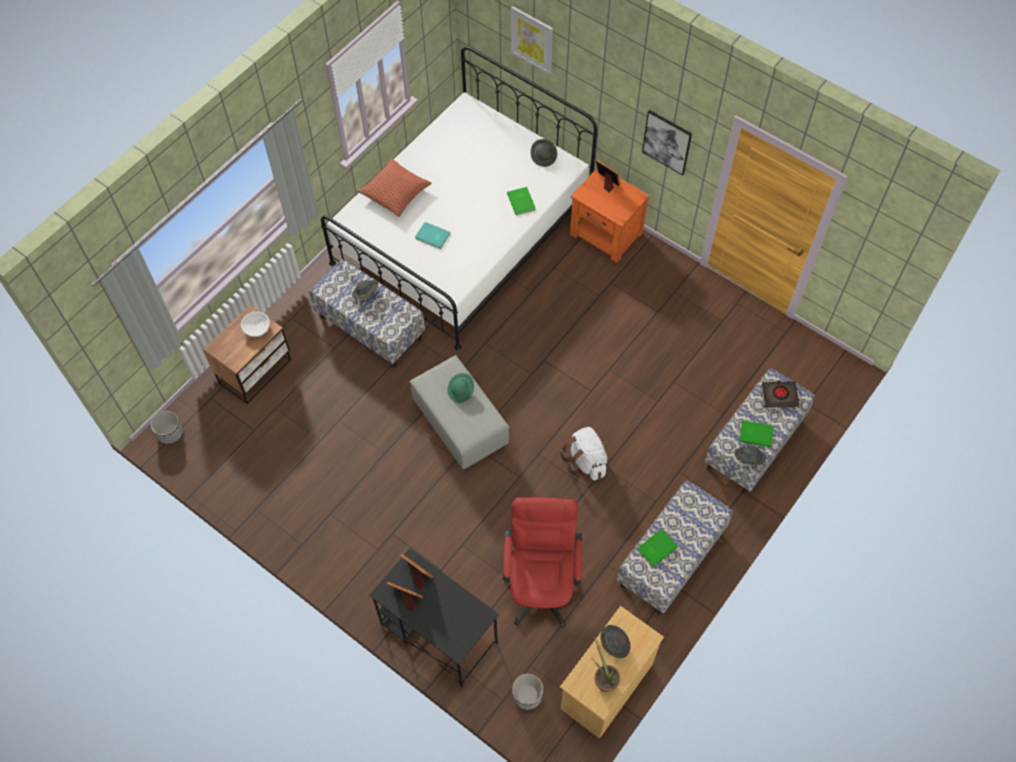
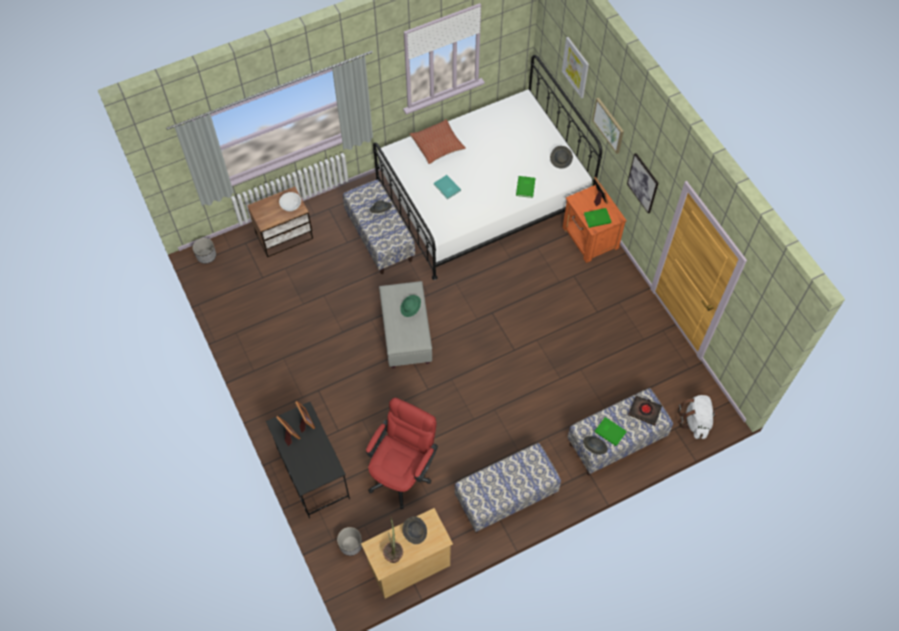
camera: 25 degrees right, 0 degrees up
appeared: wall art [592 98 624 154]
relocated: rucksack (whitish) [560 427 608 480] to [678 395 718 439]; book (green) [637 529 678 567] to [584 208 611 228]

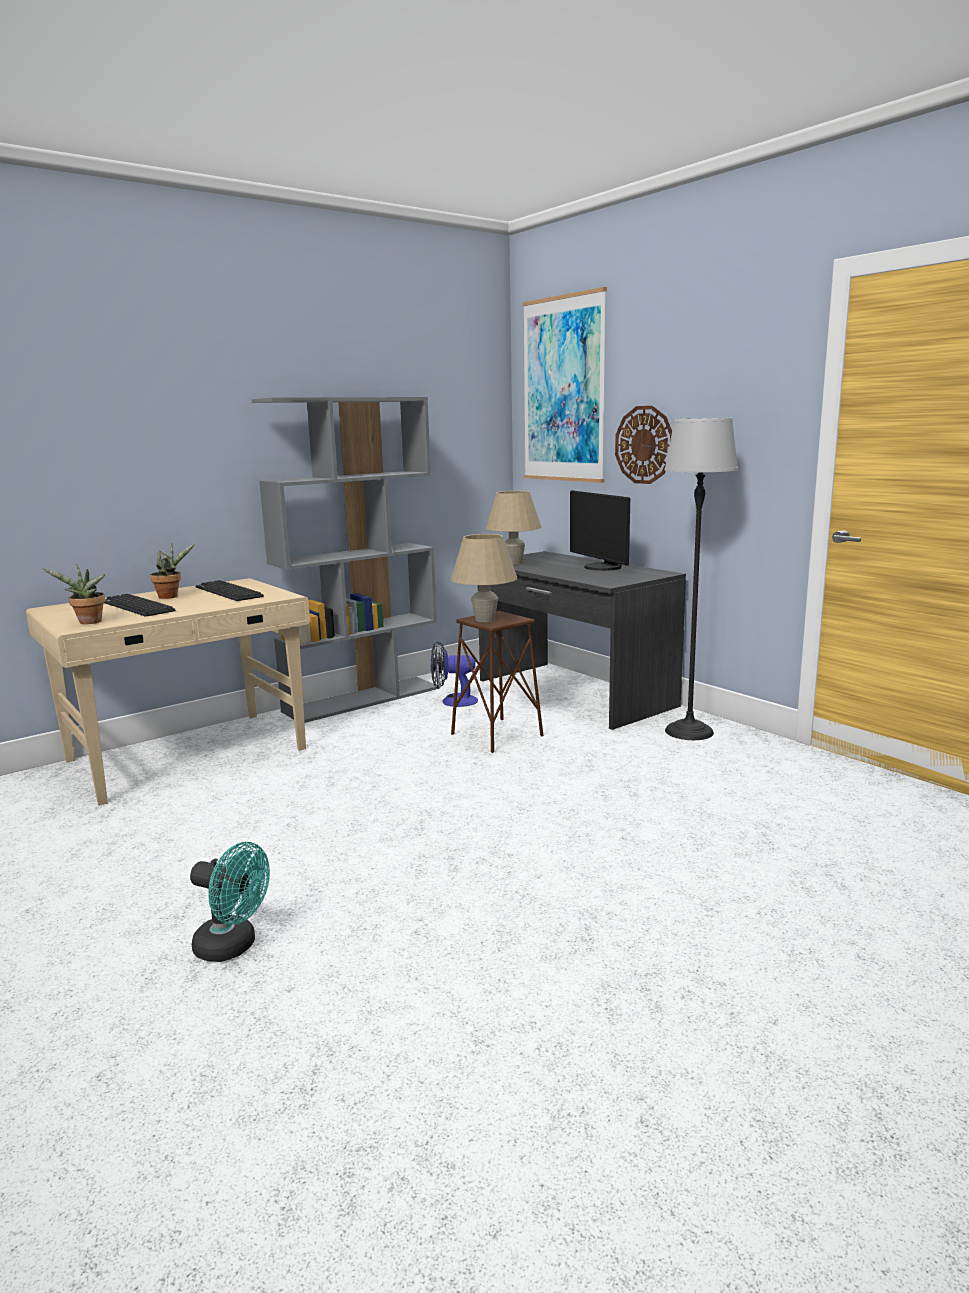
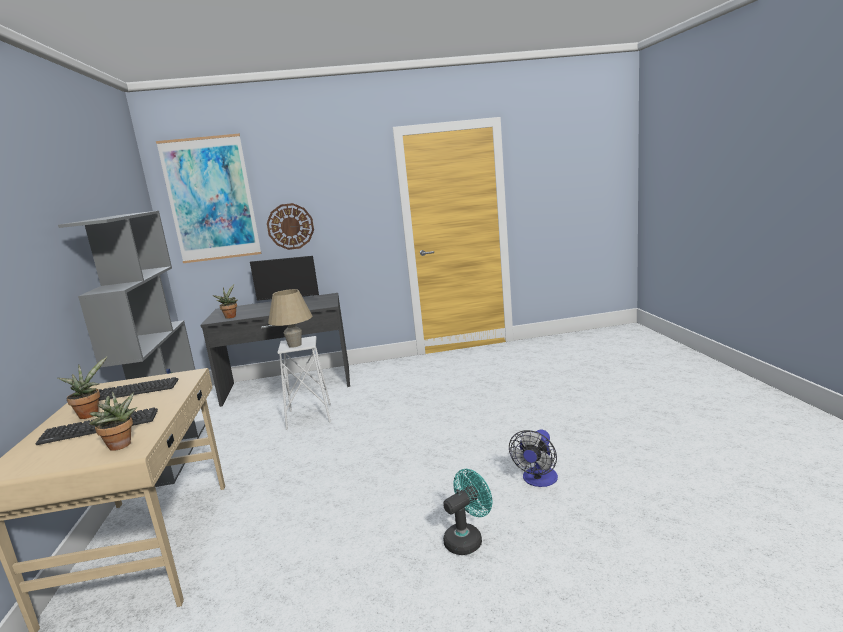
camera: 60 degrees left, 0 degrees up
missing: standard lamp [664 418 738 740]
relocated: electric fan [431 641 478 707] to [509 430 558 487]
exchanged: lamp for a table (beige) [486 491 541 564] to plant in a pot [213 284 238 319]
colour: stool seat (brownish) [451 611 543 753] to stool seat (whitish) [277 336 331 430]

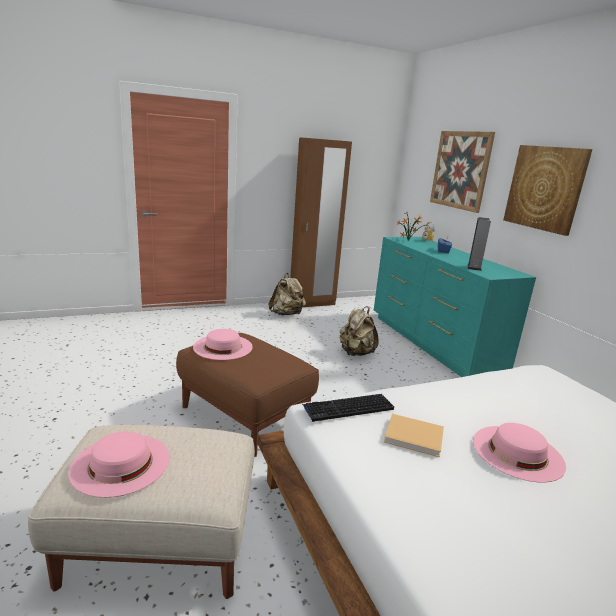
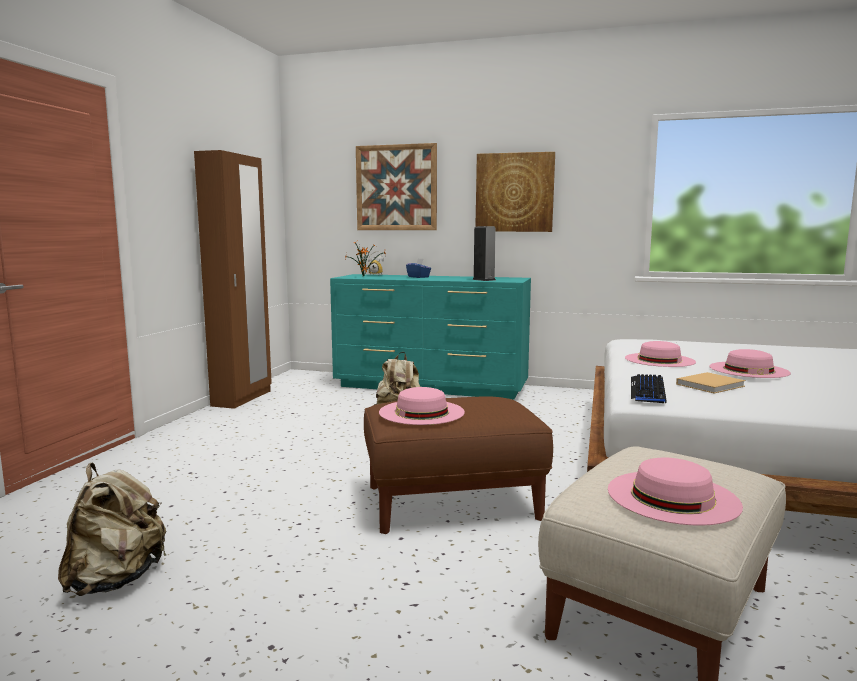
camera: 50 degrees left, 10 degrees down
appeared: wearable hat (pink-coloured) [625 341 696 367]
relocated: rucksack (beige) [268 273 306 315] to [58 463 167 596]

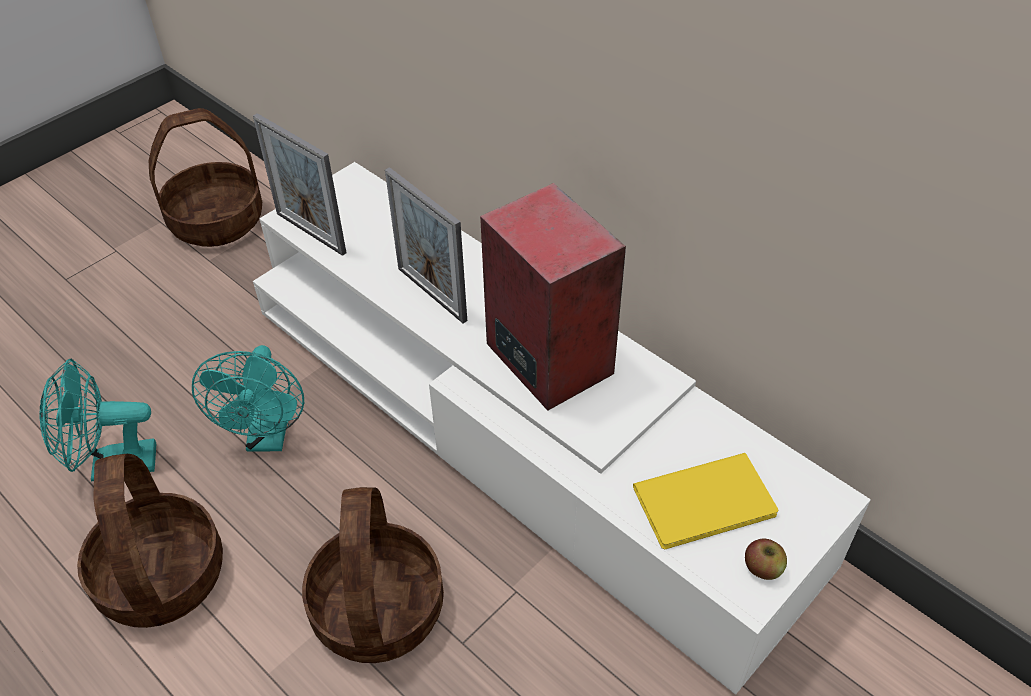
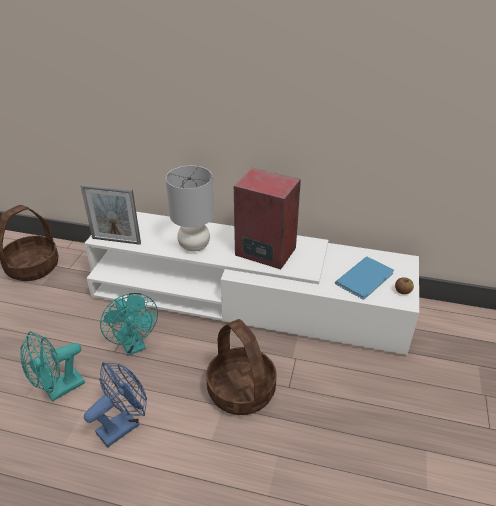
camera: 30 degrees left, 10 degrees down
exchanged: storage basket [77 454 223 628] to electric fan (blue-coloured) [84 362 147 447]; photo frame [385 167 467 323] to lamp for a table (greyish) [166 166 214 252]
colour: book (yellowish) [633 453 779 550] to book (blue-coloured) [335 257 394 300]

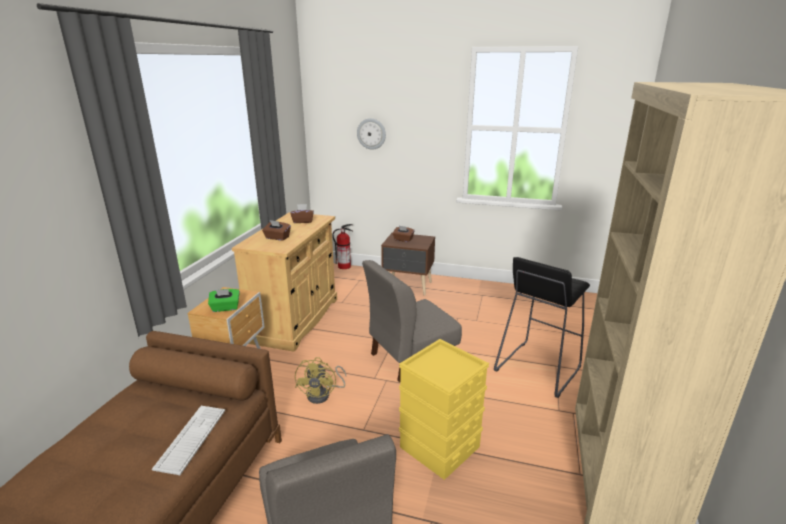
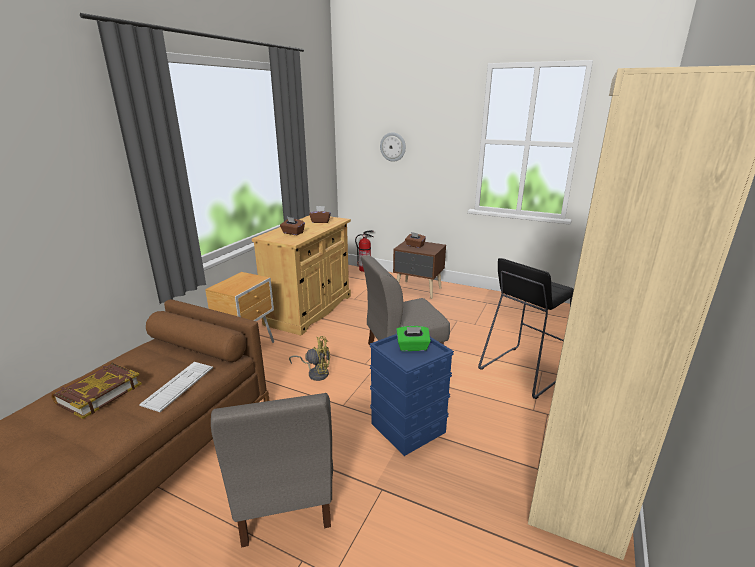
camera: 10 degrees right, 0 degrees up
appeared: book [52 362 142 419]
relocated: box of tissues (green) [208 289 240 312] to [396 326 431 351]
colour: storage container (yellowish) [399 339 489 480] to storage container (blue-coloured) [370 334 454 456]
spun: electric fan (yellowish) [295 357 346 404] = [289 336 330 381] 105 degrees counterclockwise

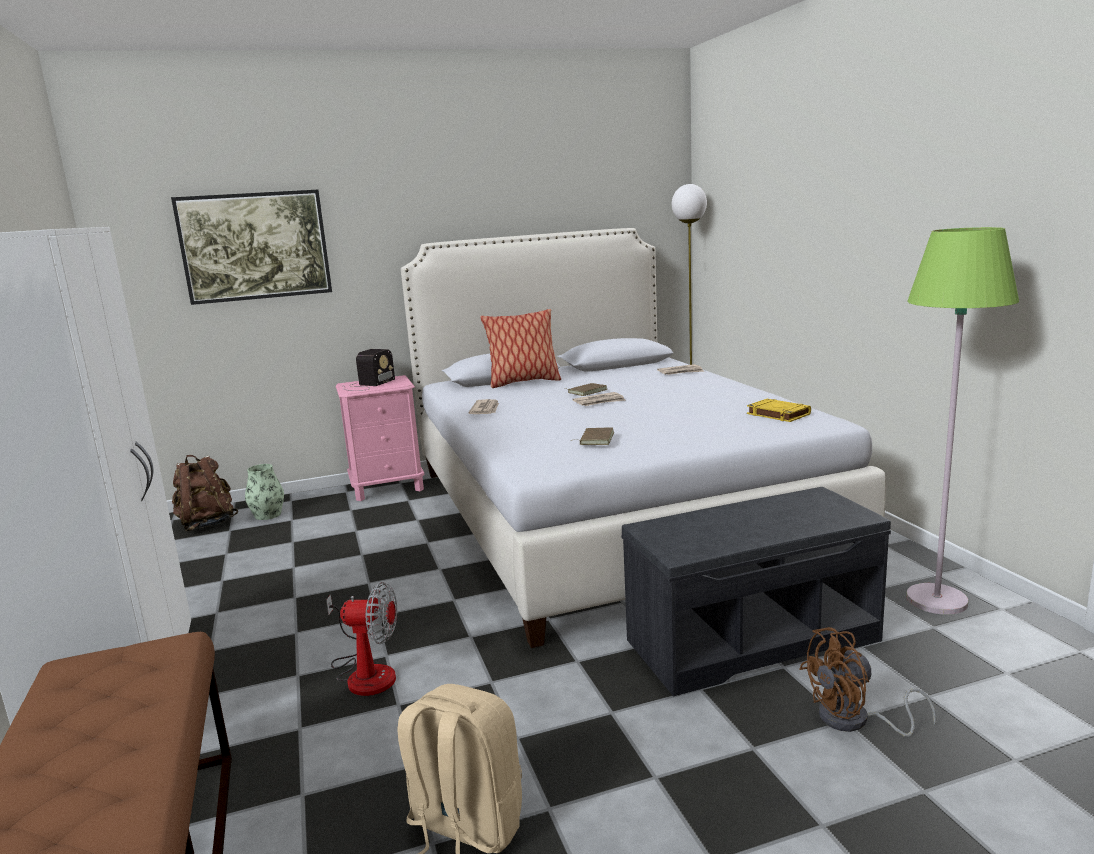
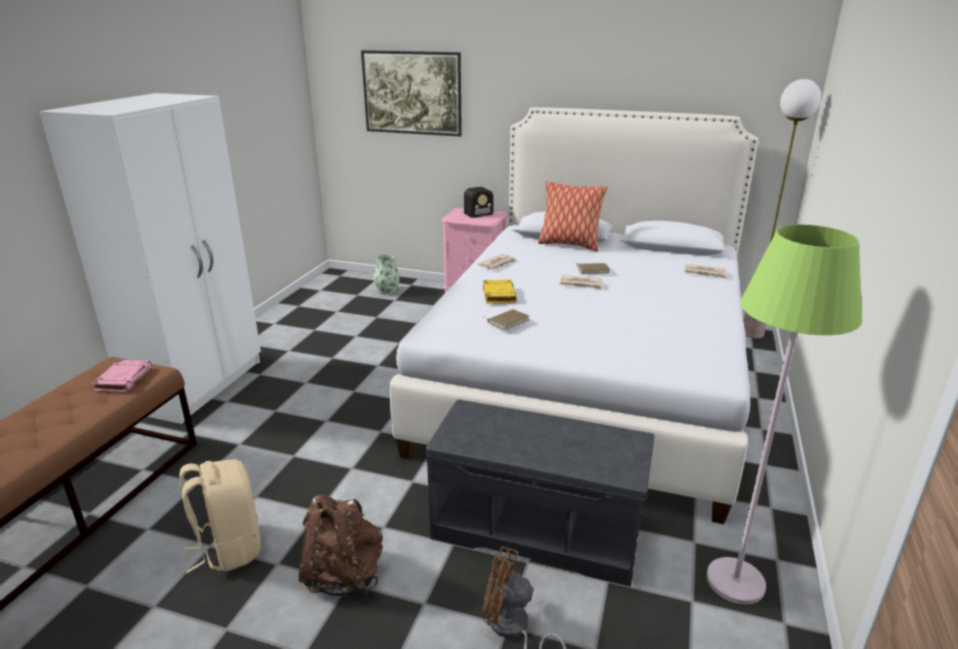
camera: 35 degrees right, 10 degrees up
missing: electric fan [326 582 397 696]
appeared: book (pink-coloured) [92 360 152 392]
relocated: rucksack (brownish) [172 455 238 531] to [299 494 383 596]; book (yellowish) [747 399 811 422] to [483 280 517 304]

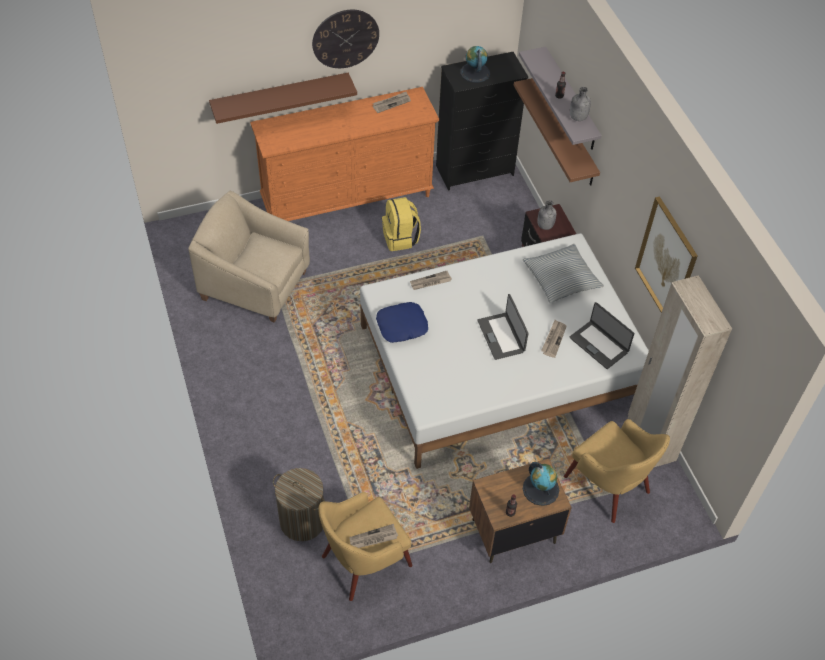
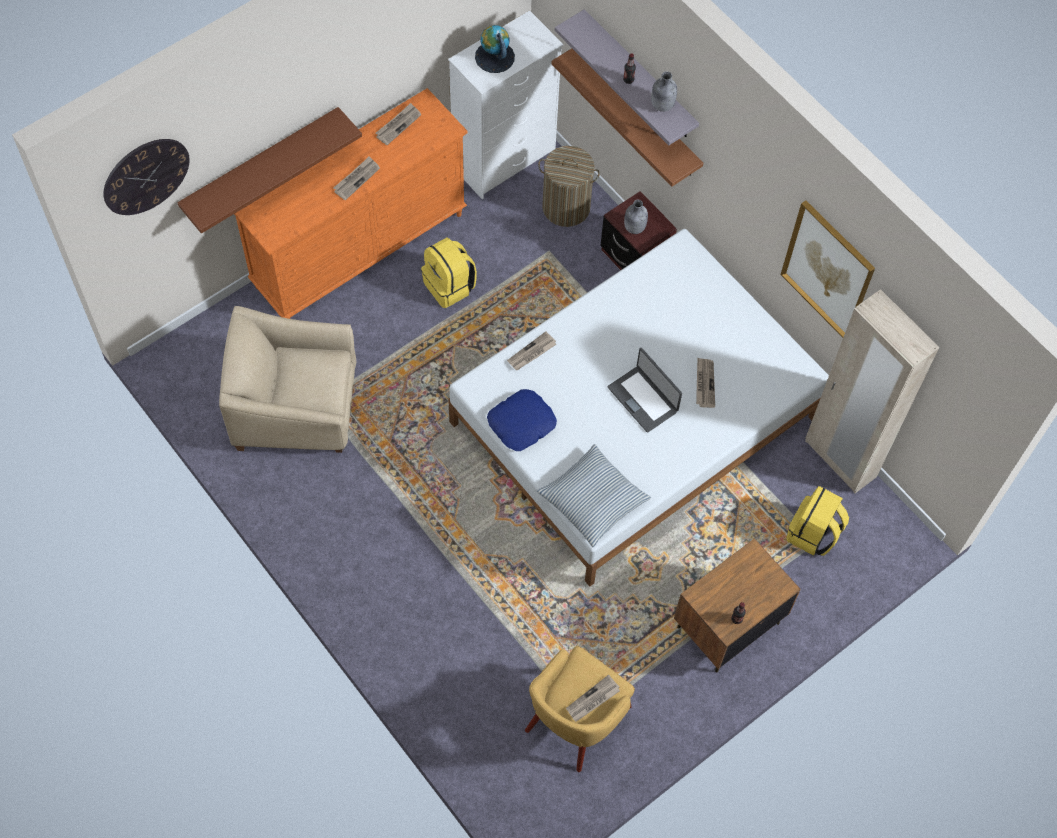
camera: 20 degrees left, 10 degrees up
missing: world globe [523 462 559 506]; laptop [569 302 635 369]
appeared: daily paper [334 156 380 200]
relocated: laundry basket [273 468 325 541] to [538 146 600 227]; wall clock [312 10 379 68] to [103 139 190 215]; pillow [523 244 604 304] to [537 444 651 547]
exchanged: armchair (yellowish) [564 419 670 523] to rucksack (yellowish) [786 486 849 556]
colour: dresser (black-coloured) [436 52 529 191] to dresser (whitish) [448 10 563 199]

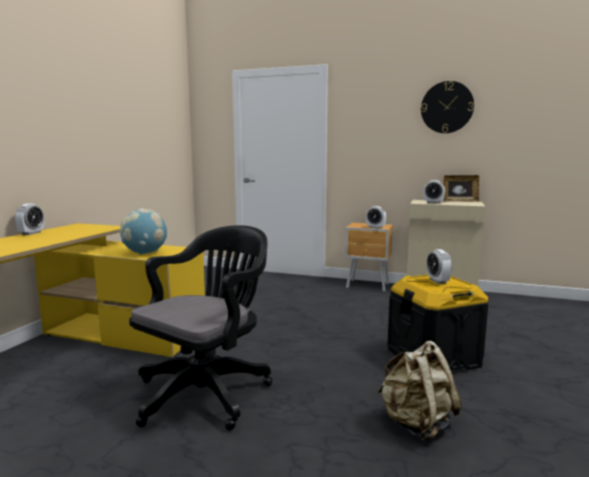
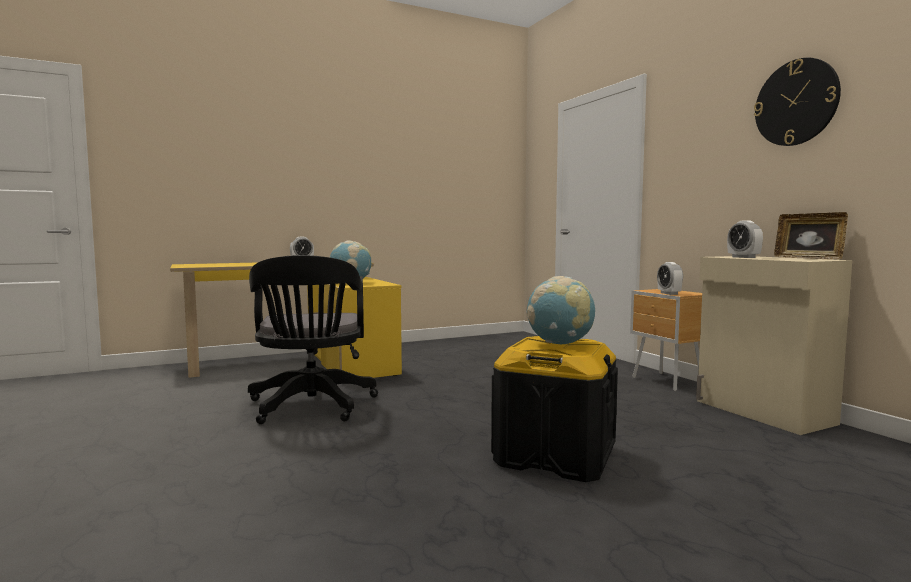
camera: 45 degrees right, 5 degrees down
missing: rucksack (beige) [377 341 462 441]
exchanged: alarm clock [427 249 452 284] to world globe [526 276 595 344]
spun: desk chair (black-coloured) [129 225 272 431] = [248 255 378 424] 90 degrees clockwise

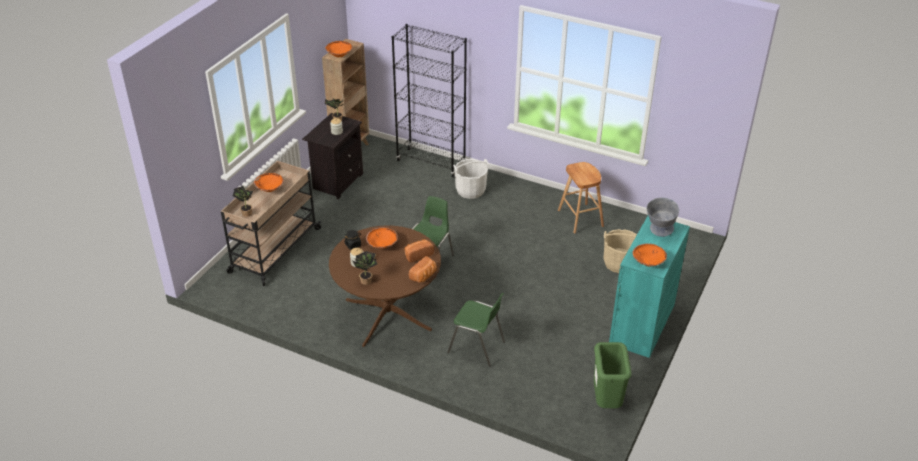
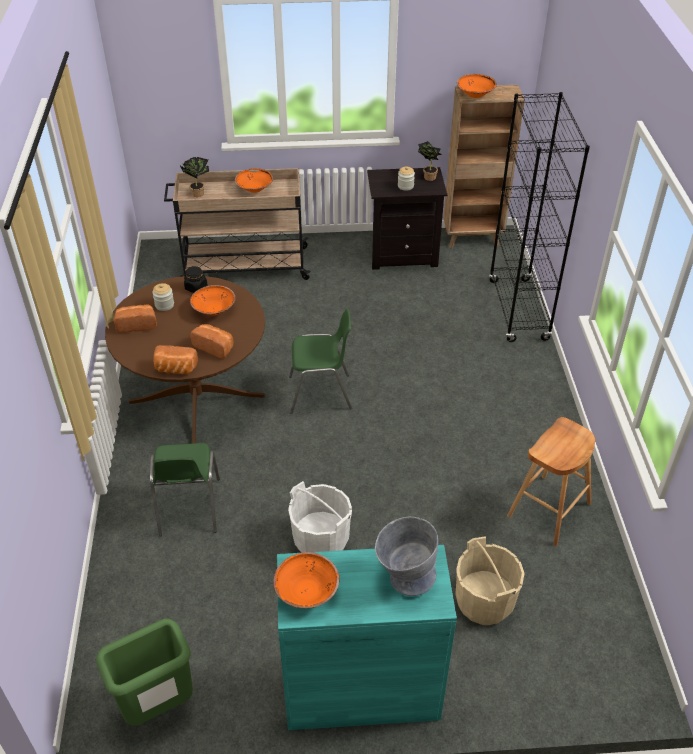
camera: 60 degrees right, 5 degrees up
relocated: pail (whitish) [453 159 489 199] to [288 481 352 553]
exchanged: plant in a pot [353 251 377 285] to baked bread [114 304 157 333]

